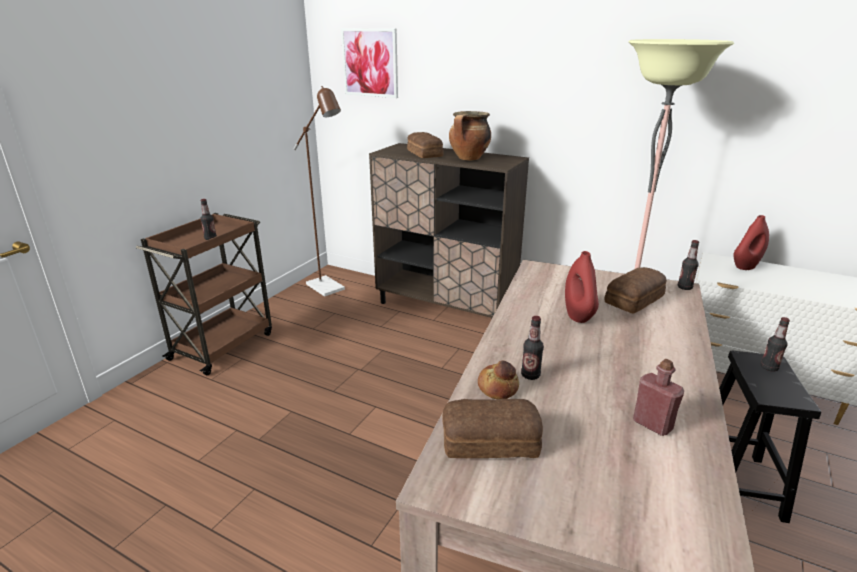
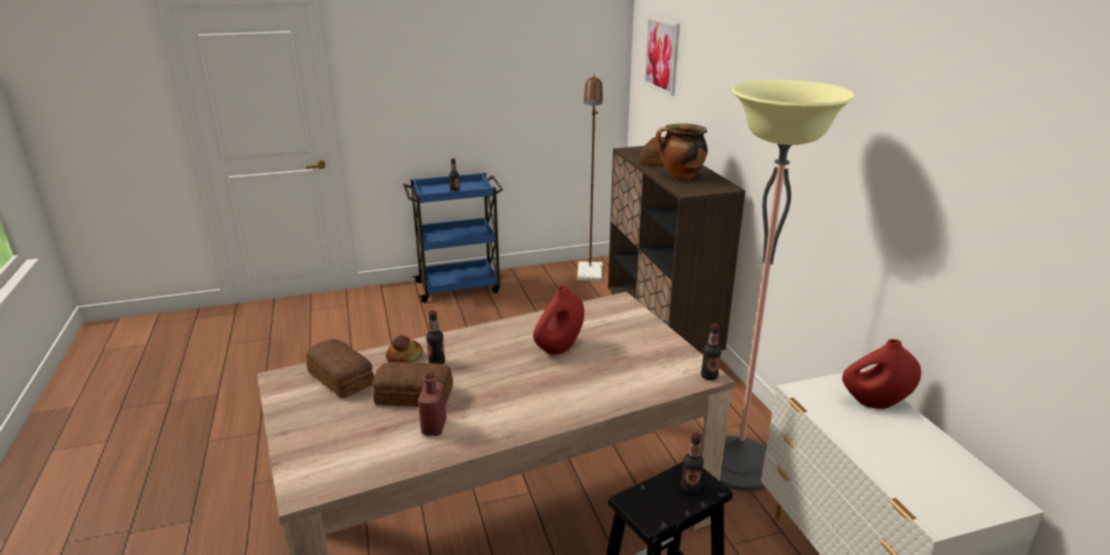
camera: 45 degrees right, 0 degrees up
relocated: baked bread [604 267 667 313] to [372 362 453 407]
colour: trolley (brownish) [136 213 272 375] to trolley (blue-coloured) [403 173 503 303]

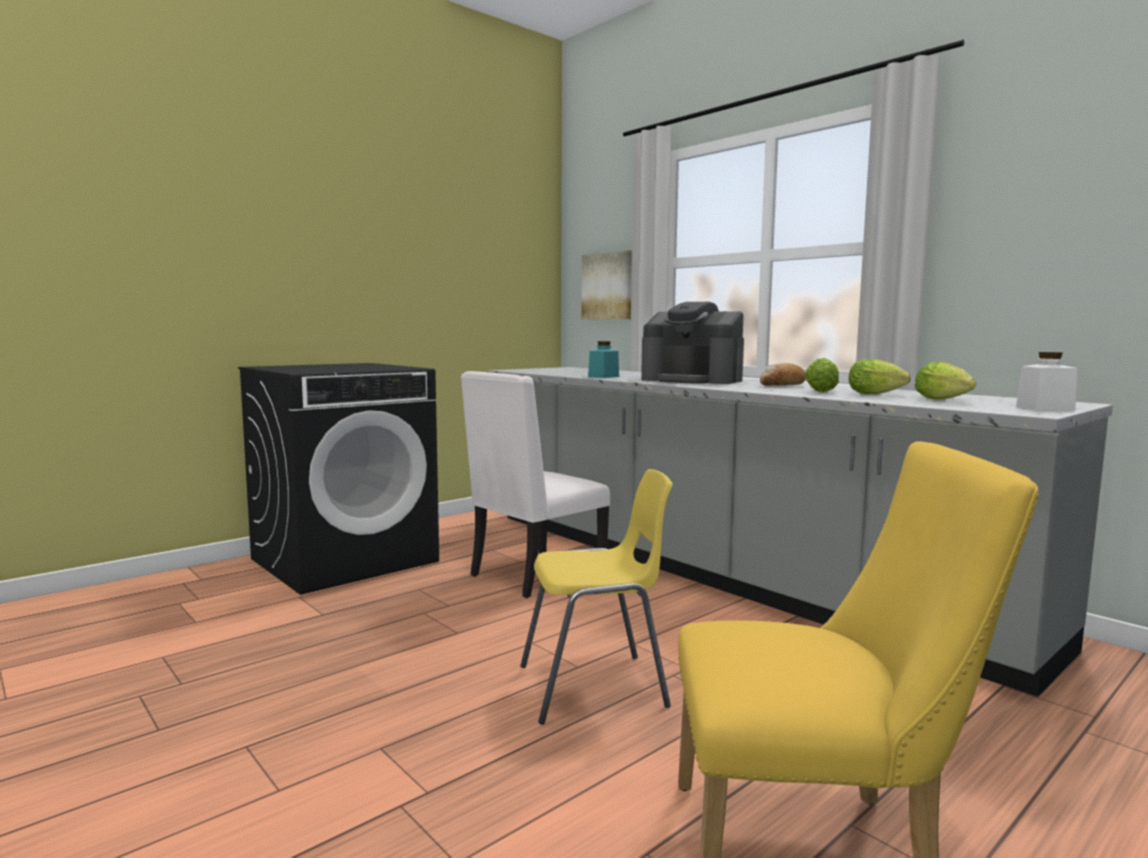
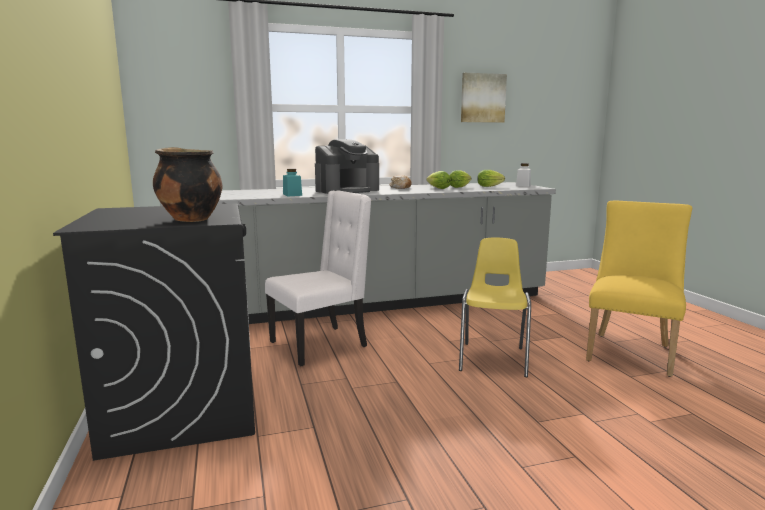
camera: 65 degrees left, 5 degrees up
appeared: stockpot [153 147 223 222]
relocated: wall art [581 250 632 320] to [461 73 507 123]
spun: chair (whitish) [461 371 610 598] = [265 191 371 366] 105 degrees counterclockwise

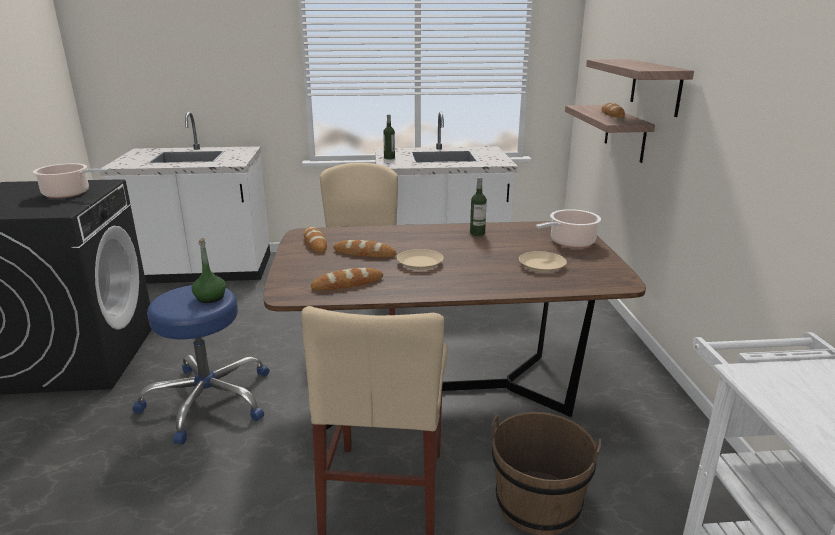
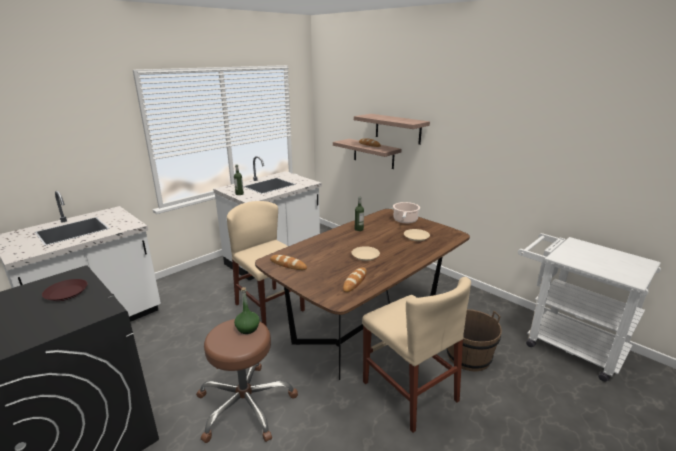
camera: 40 degrees left, 0 degrees up
missing: baked bread [333 240 397 257]
exchanged: stockpot [33 163 109 198] to dinner plate (brownish) [42 279 87 301]
colour: stool seat (blue-coloured) [132 285 270 444] to stool seat (brownish) [196 319 298 443]

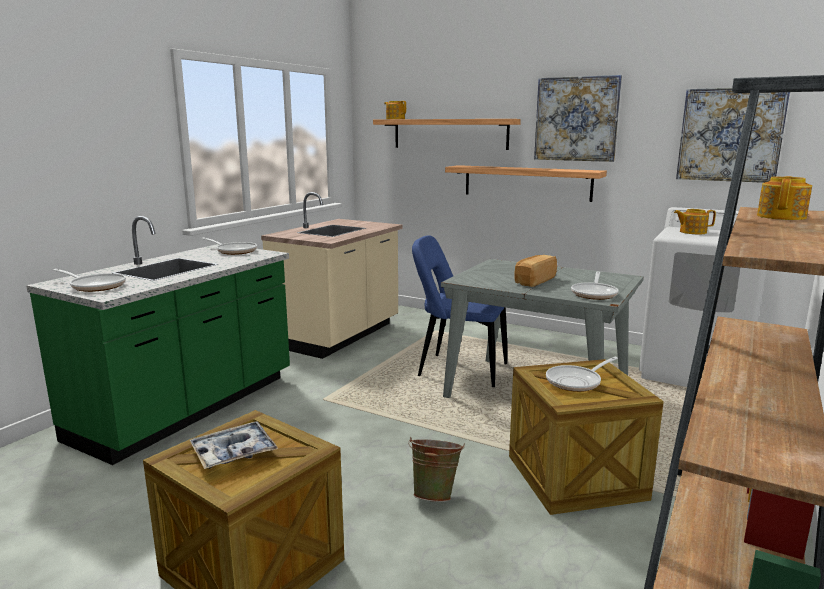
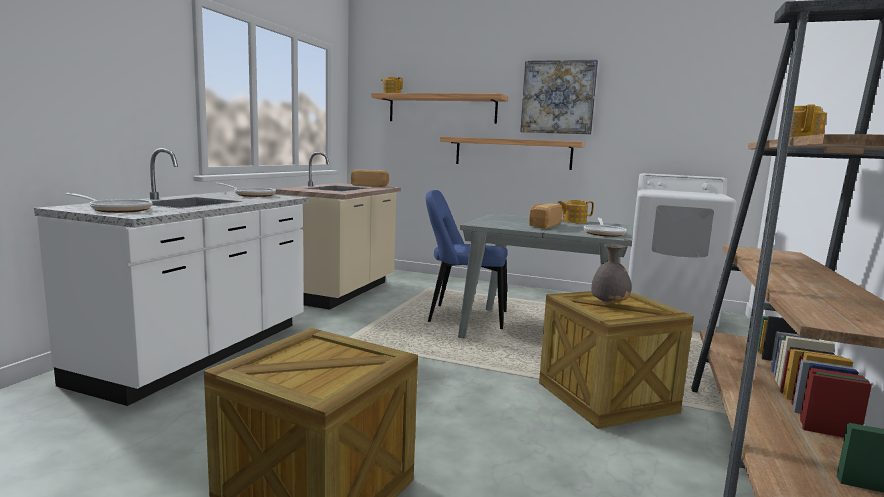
camera: 10 degrees left, 5 degrees down
missing: serving tray [190 422 278 469]; pail (green) [408 437 465 502]; wall art [676 88 790 183]
appeared: baked bread [351 170 389 187]
relocated: teapot [674 209 716 234] to [557 200 594 223]
exchanged: skillet [546 357 618 392] to decorative vase (greyish) [591 244 632 305]
colour: counter (green) [26 216 290 465] to counter (whitish) [34 148 309 406]

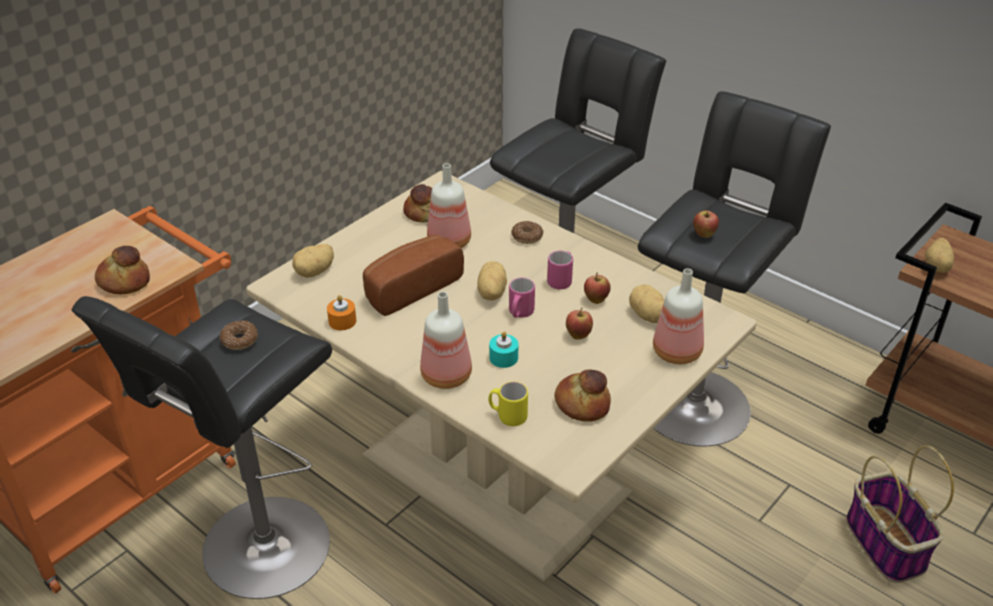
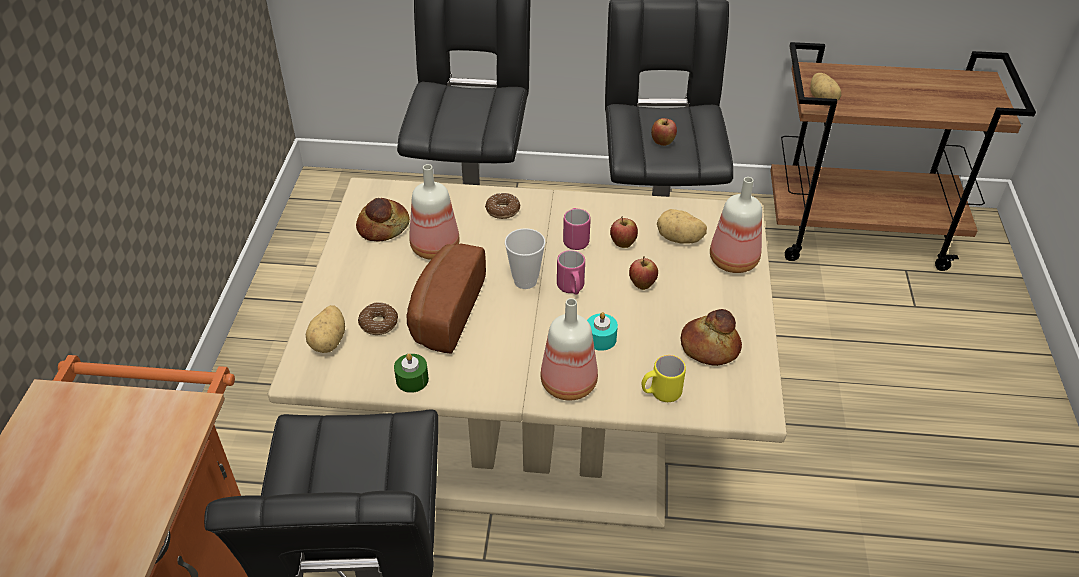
camera: 35 degrees left, 5 degrees up
missing: baked bread [95 246 150 294]; storage basket [846 445 954 583]
relocated: doughnut [220 321 258 350] to [358 303 398 335]
exchanged: whole potato [477 261 507 300] to small cup [505 228 545 289]
colour: wax candle (orange-coloured) [327 295 356 330] to wax candle (green) [394 353 429 393]

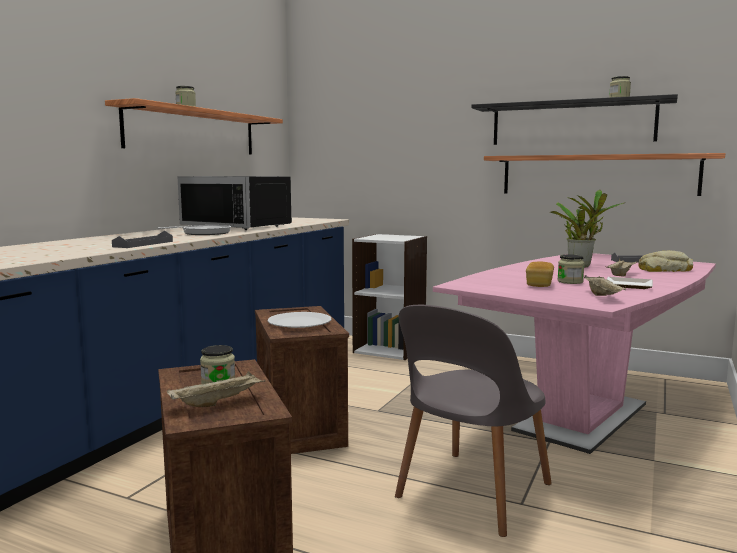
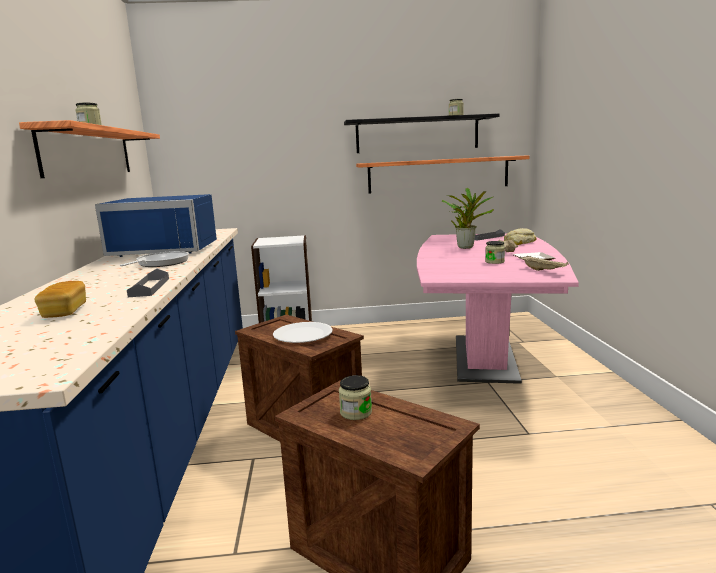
camera: 30 degrees left, 5 degrees up
missing: serving tray (beige) [167 371 265 407]; chair (greyish) [395 305 552 537]
relocated: baked bread [526 261 554 287] to [35 281 86 318]
colour: microwave (black-coloured) [178 176 292 230] to microwave (blue-coloured) [95 194 217 257]

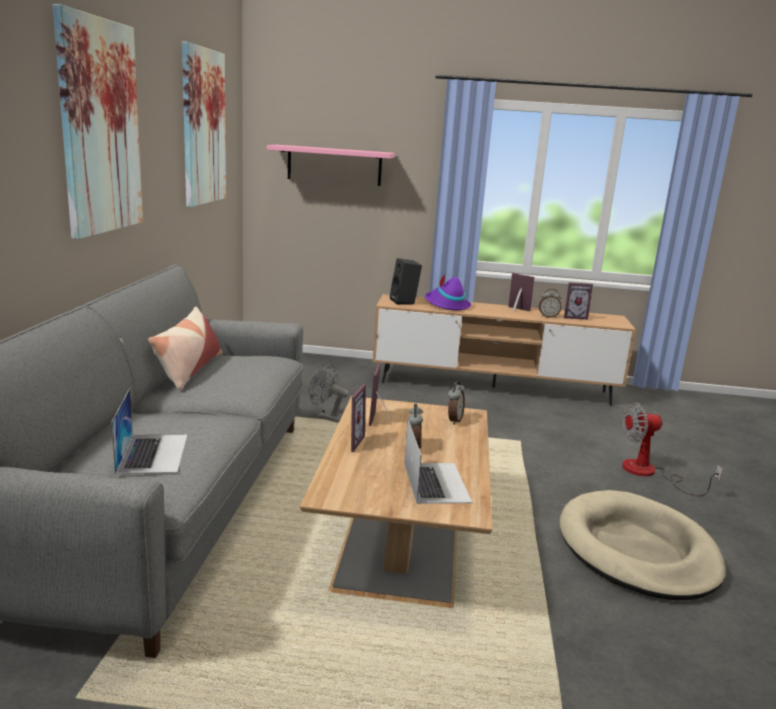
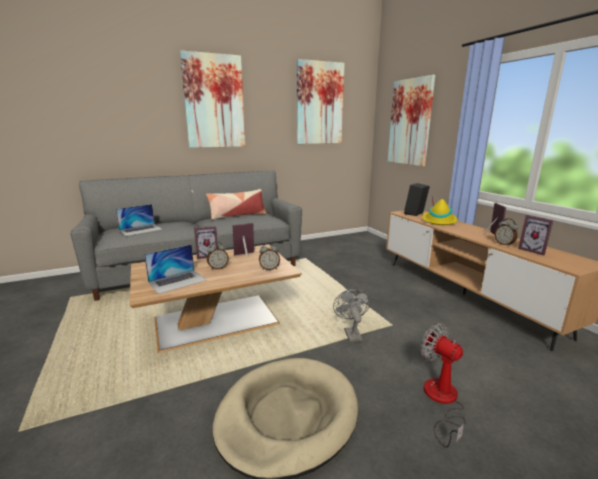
camera: 60 degrees right, 0 degrees up
relocated: electric fan (greyish) [309 364 349 423] to [333 289 371 342]
exchanged: wall shelf (pink-coloured) [267 145 395 186] to wall art [388 75 435 166]
colour: wearable hat (purple-coloured) [425 274 471 311] to wearable hat (yellowish) [422 197 458 225]

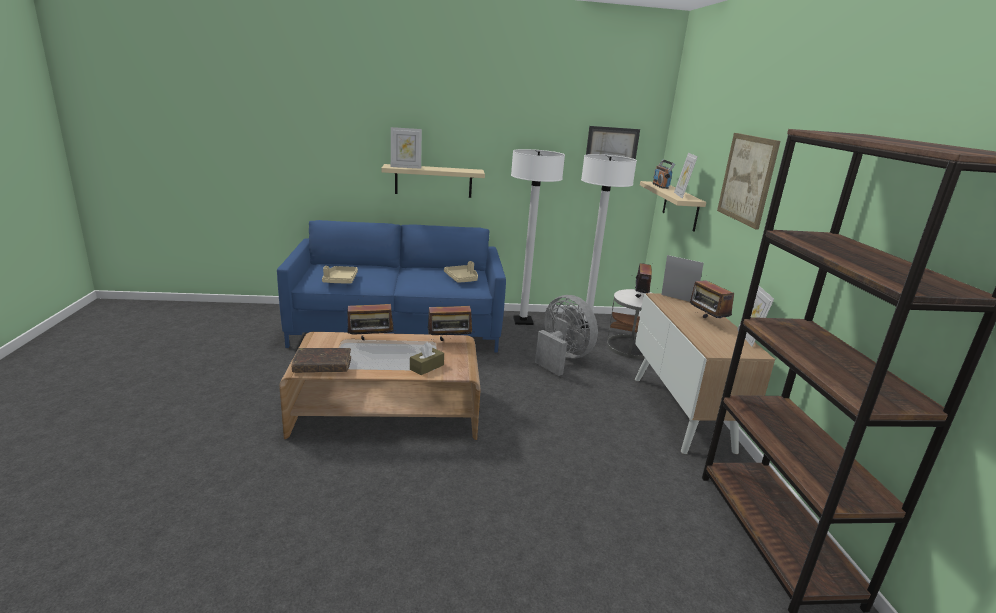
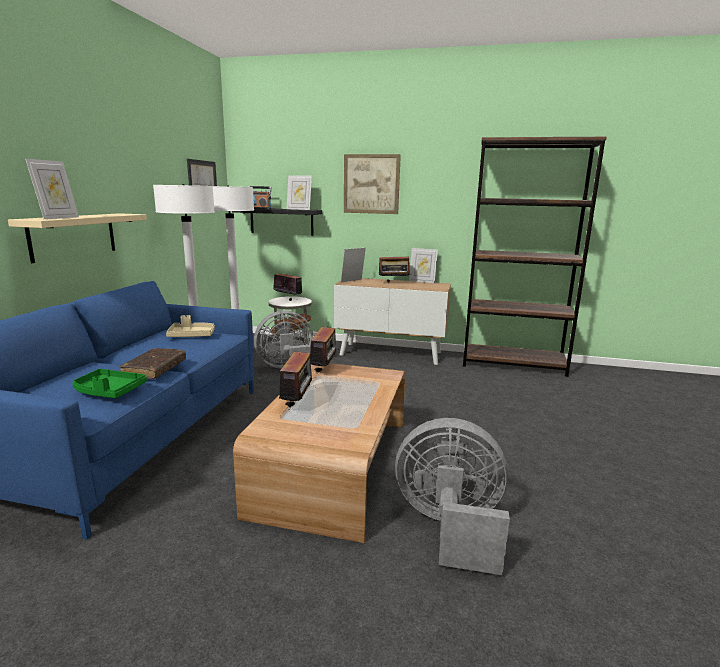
camera: 70 degrees left, 5 degrees down
missing: box of tissues (brownish) [410 342 444 375]
appeared: electric fan (greyish) [395 418 510 575]
relocated: book (brownish) [291 348 351 373] to [120 348 186 379]
colour: serving tray (beige) [322 266 358 284] to serving tray (green) [72 369 147 398]; wall shelf (beige) [640 181 706 232] to wall shelf (black-coloured) [232 208 322 236]

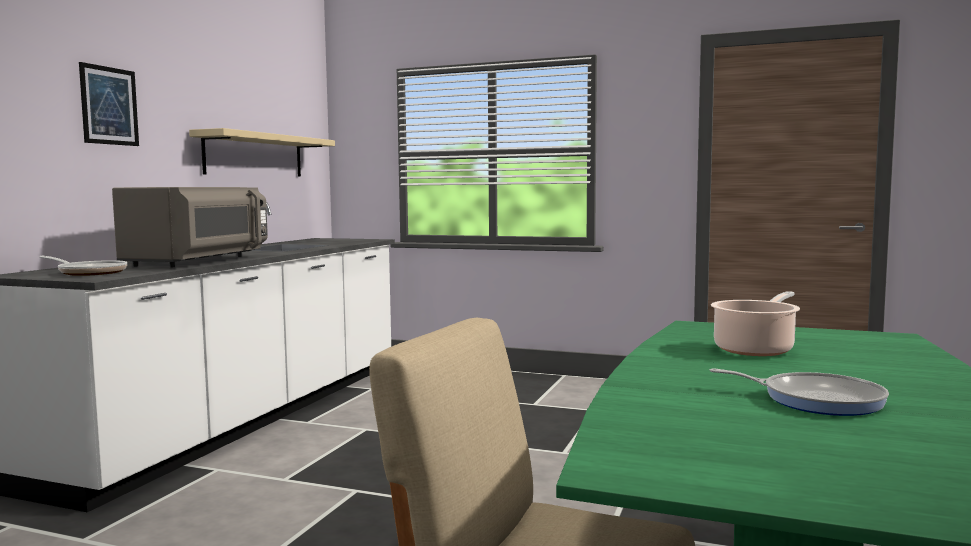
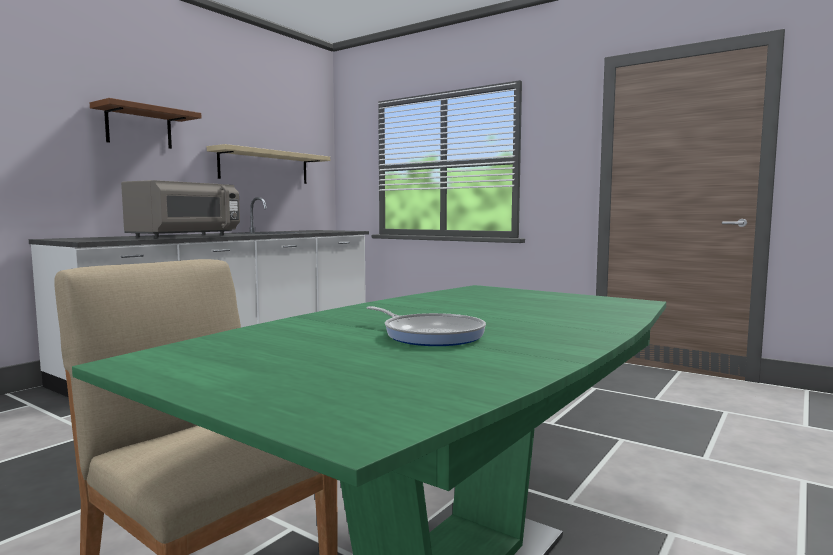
camera: 15 degrees right, 0 degrees up
missing: skillet [40 256 127 276]; stockpot [711 291 800 356]
exchanged: wall art [79 62 139 146] to wall shelf (brownish) [90 98 202 149]

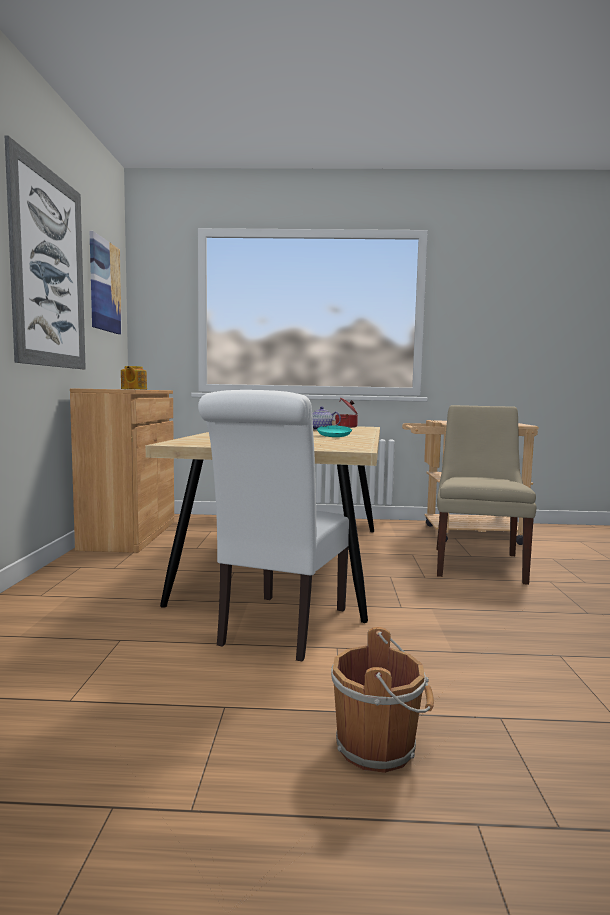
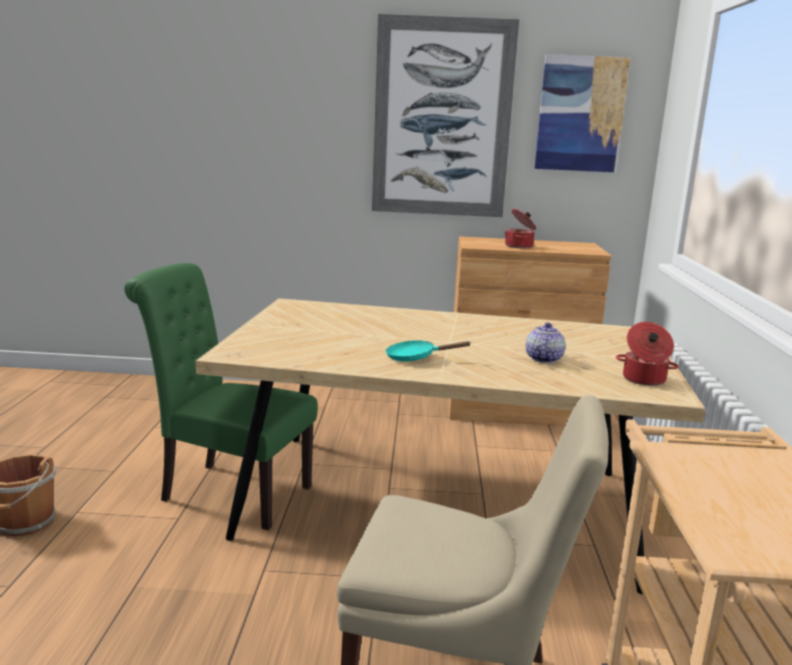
camera: 90 degrees right, 10 degrees up
exchanged: teapot [121 366 147 390] to stockpot [504 209 536 249]
colour: chair (whitish) [198 390 349 662] to chair (green) [124 263 318 530]

